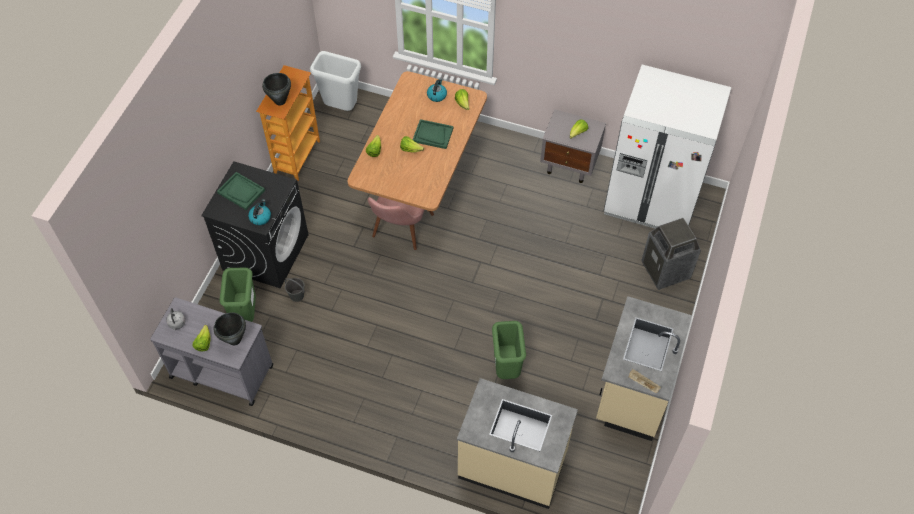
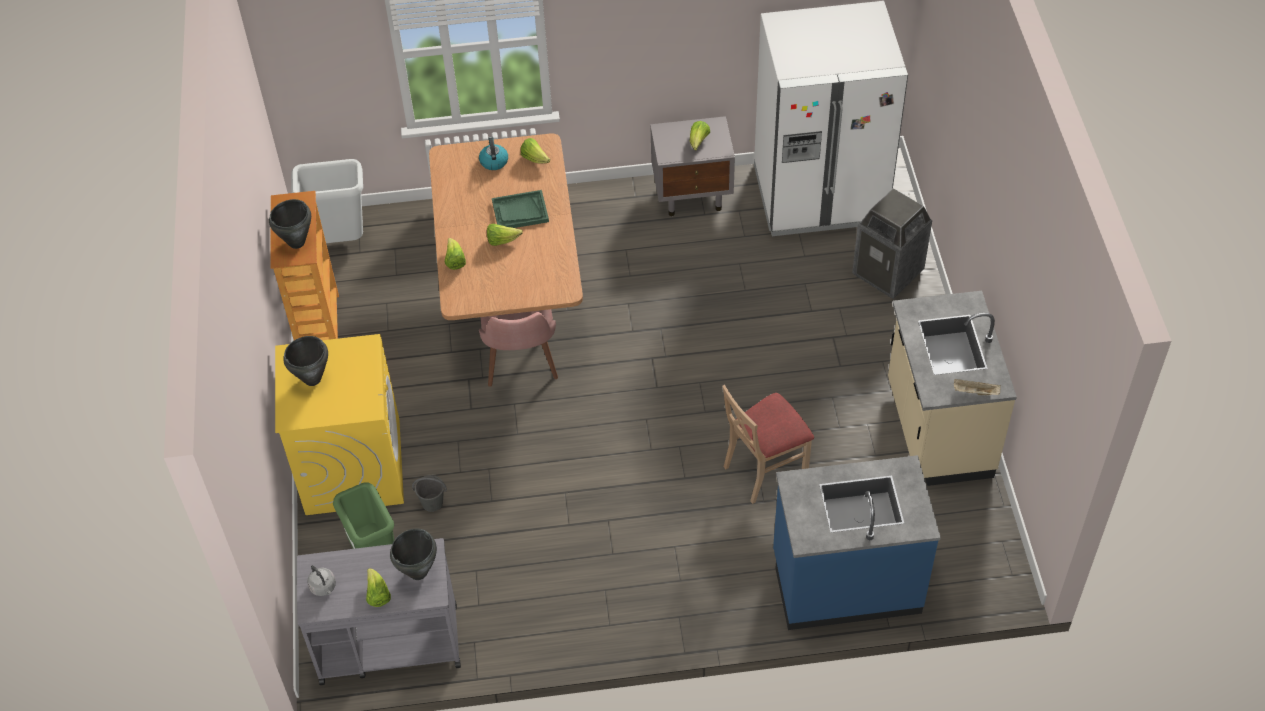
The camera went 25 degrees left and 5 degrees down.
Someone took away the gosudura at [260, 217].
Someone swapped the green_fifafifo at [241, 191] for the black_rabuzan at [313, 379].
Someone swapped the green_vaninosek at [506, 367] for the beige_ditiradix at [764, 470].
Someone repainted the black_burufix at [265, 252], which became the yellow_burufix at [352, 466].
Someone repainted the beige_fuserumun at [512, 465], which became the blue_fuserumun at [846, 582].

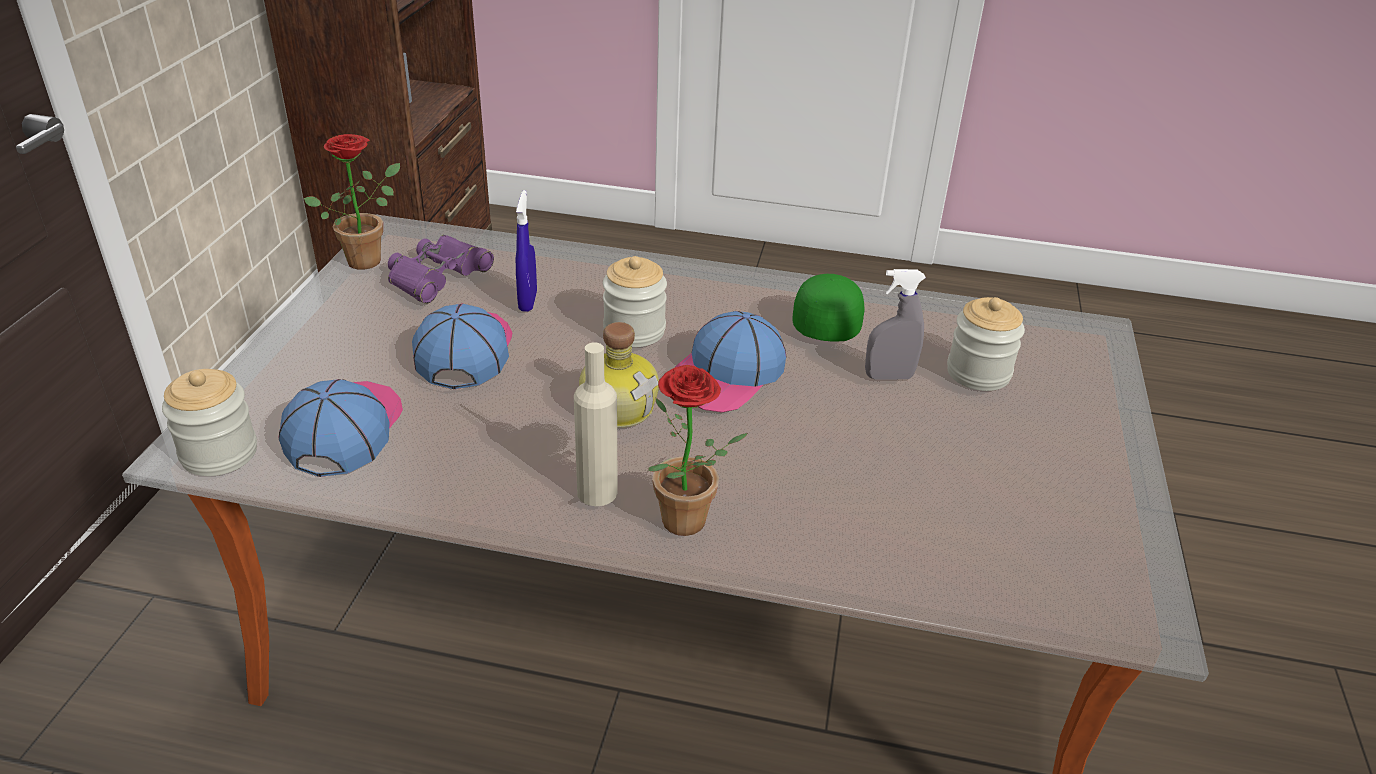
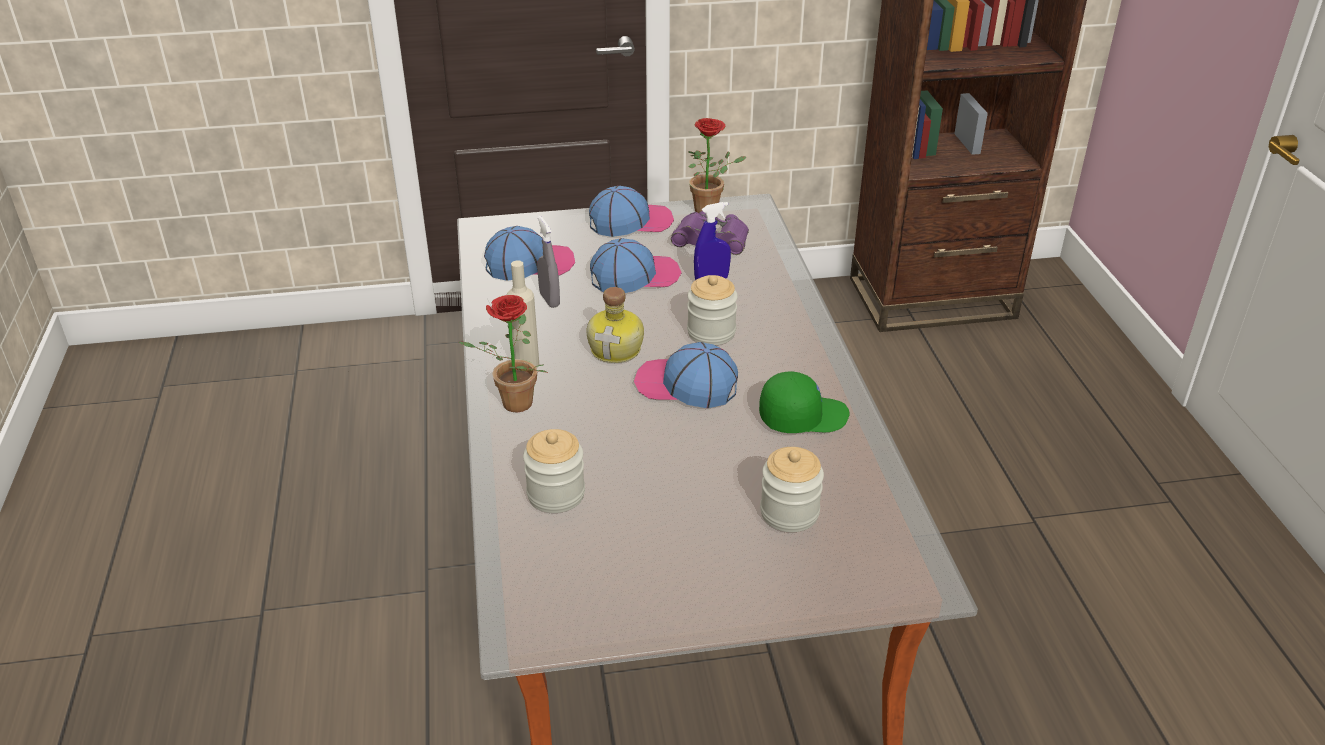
The camera went 70 degrees right and 0 degrees up.
Someone put down the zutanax at [631, 221].
Someone carried the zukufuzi from [219, 453] to [556, 494].
Someone carried the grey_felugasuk from [888, 376] to [549, 300].

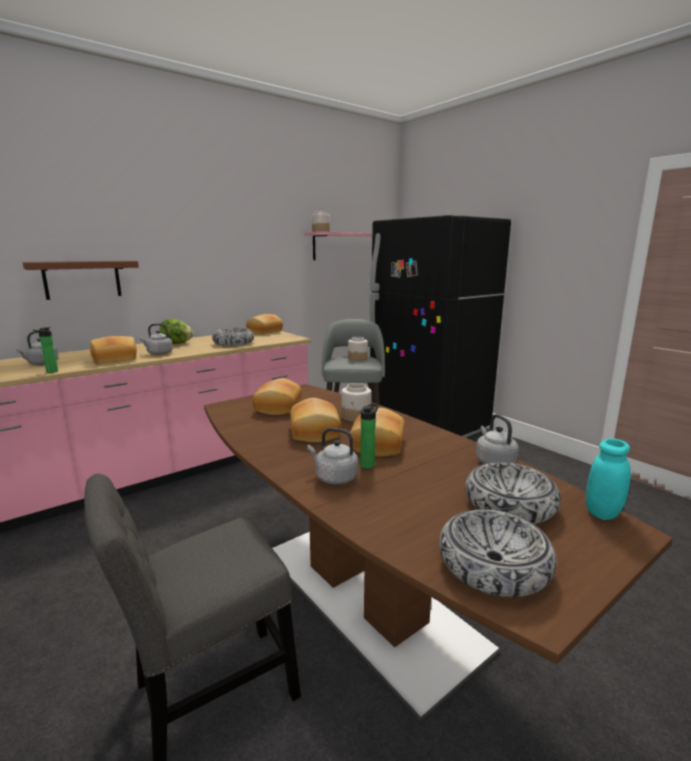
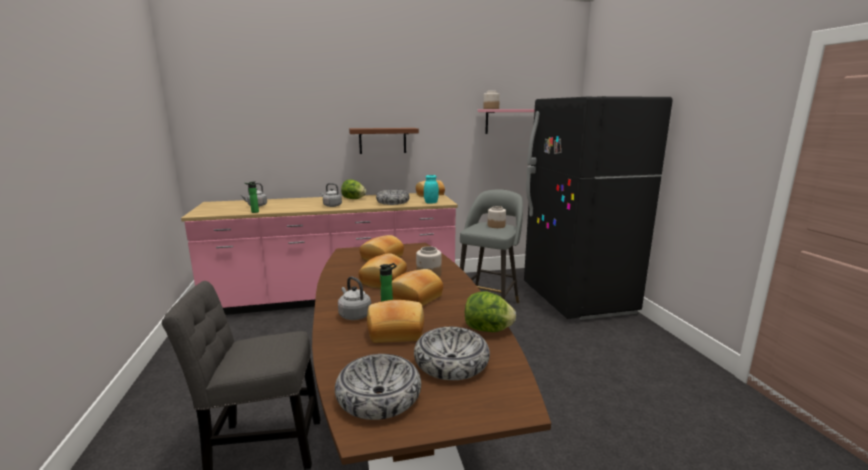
The camera went 25 degrees right and 0 degrees up.
Someone carried the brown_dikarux from [82, 279] to [382, 140].
Someone carried the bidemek from [115, 359] to [396, 331].
Someone carried the turquoise_zukufuzi from [603, 513] to [431, 202].
Someone swapped the grey_gosudura at [494, 461] for the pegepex at [488, 330].

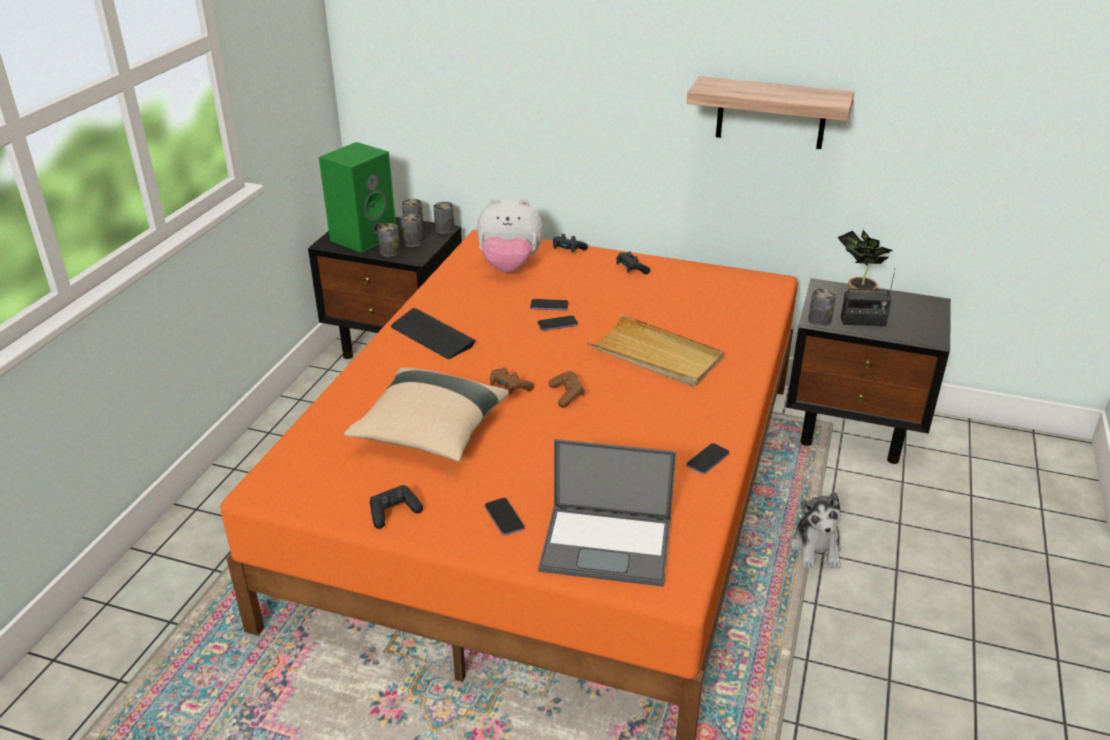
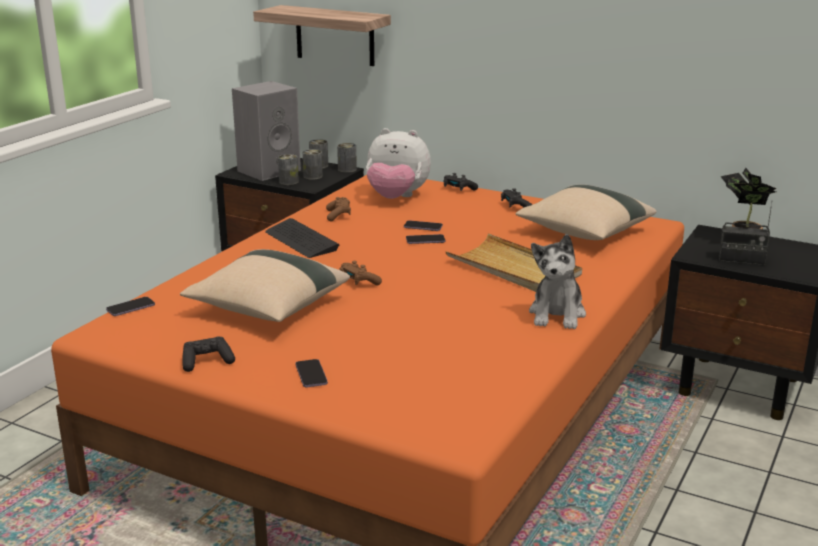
The camera went 10 degrees right and 10 degrees down.
Someone took away the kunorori at [608, 544].
Someone took away the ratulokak at [819, 320].
Someone put down the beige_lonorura at [584, 233].
Someone carried the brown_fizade from [567, 395] to [338, 215].
Someone carried the dikarux from [771, 113] to [335, 35].
Someone carried the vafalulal from [708, 460] to [130, 308].
Someone carried the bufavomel from [816, 548] to [557, 314].
Someone repainted the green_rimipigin at [363, 237], which became the grey_rimipigin at [269, 170].

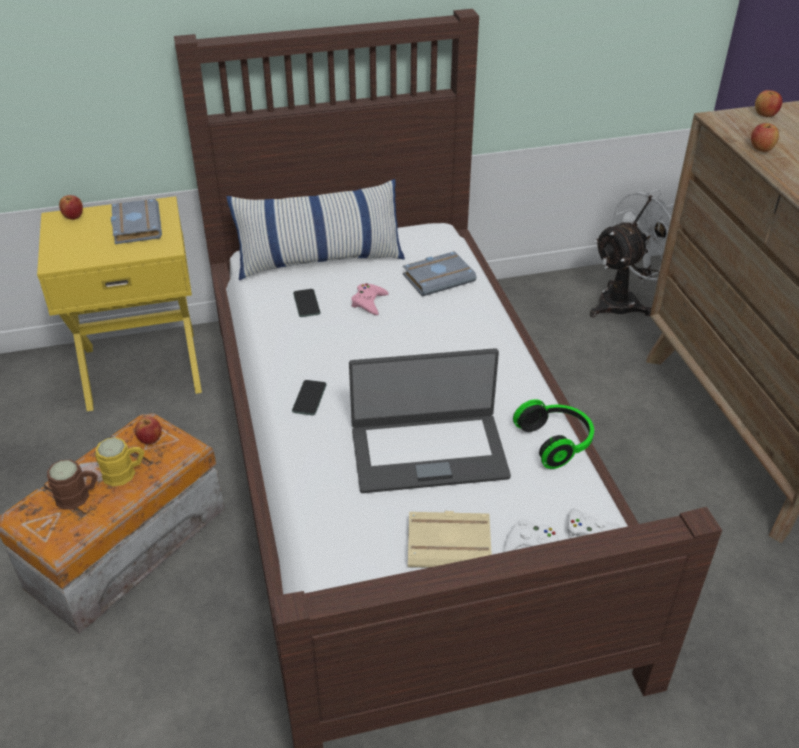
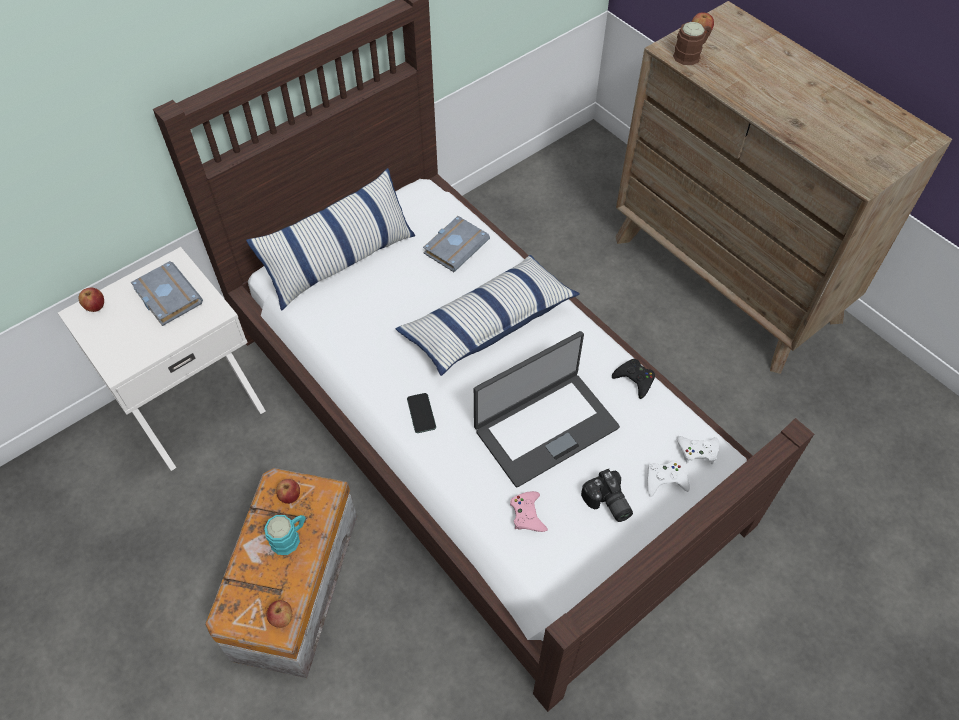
The camera went 25 degrees left and 15 degrees up.
Someone took away the vafalulal at [306, 303].
Someone took away the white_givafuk at [625, 301].
Someone put down the lonorura at [488, 323].
Someone carried the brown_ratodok from [79, 496] to [691, 54].
Someone carried the pink_fizade from [369, 302] to [527, 514].
Someone carried the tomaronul from [761, 149] to [281, 618].
Someone swapped the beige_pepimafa at [450, 544] for the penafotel at [607, 504].
Someone swapped the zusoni at [556, 442] for the black_fizade at [634, 379].
Someone repainted the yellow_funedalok at [142, 367], which became the white_funedalok at [193, 405].
Someone repainted the yellow_ratodok at [125, 473], which became the turquoise_ratodok at [290, 537].

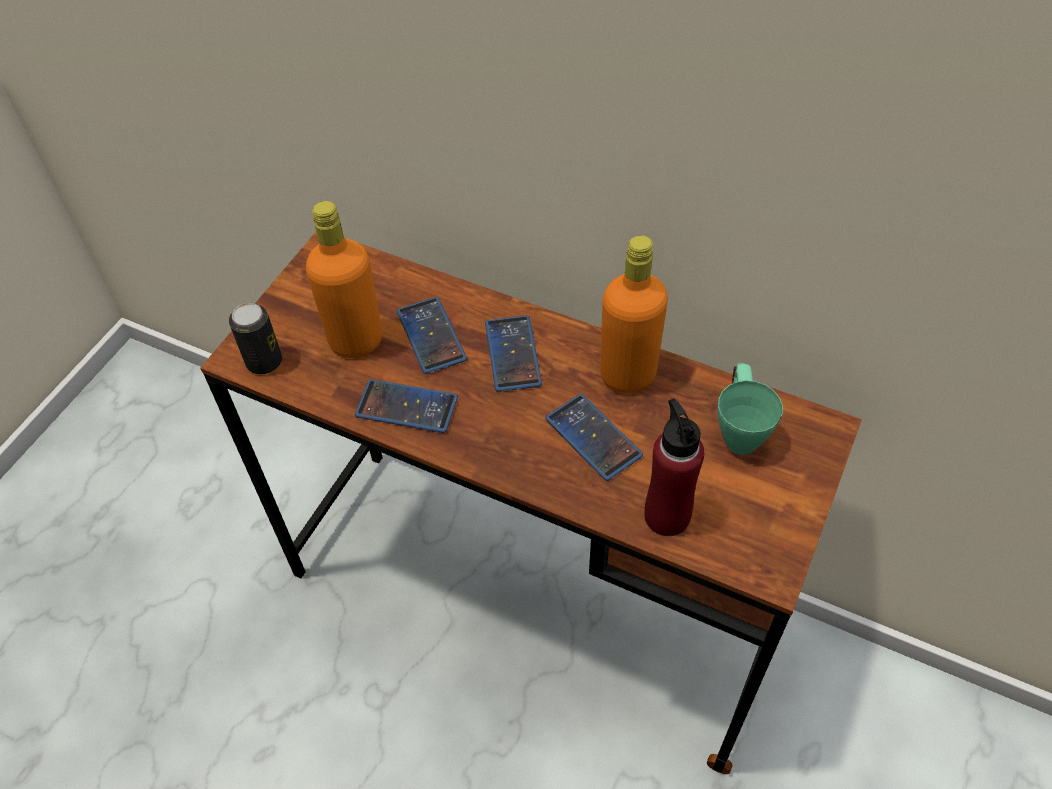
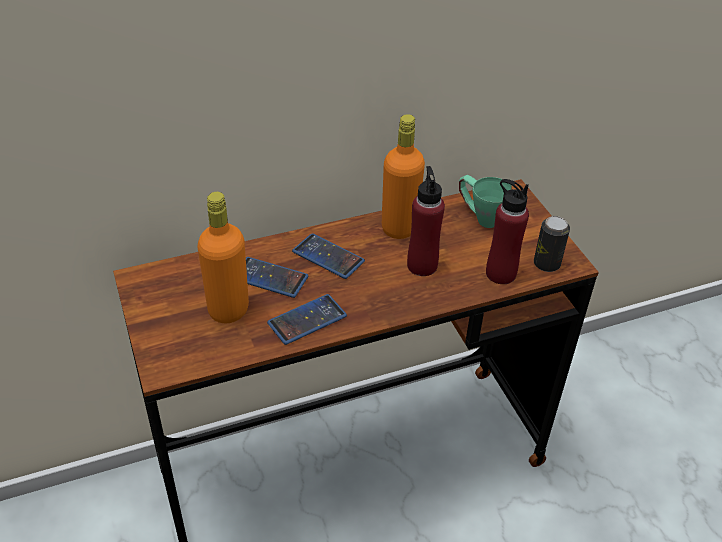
The camera went 50 degrees left and 10 degrees down.
Someone carried the ratulokak from [264, 362] to [546, 264].
Someone swapped the vafalulal at [593, 437] for the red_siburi at [422, 265].

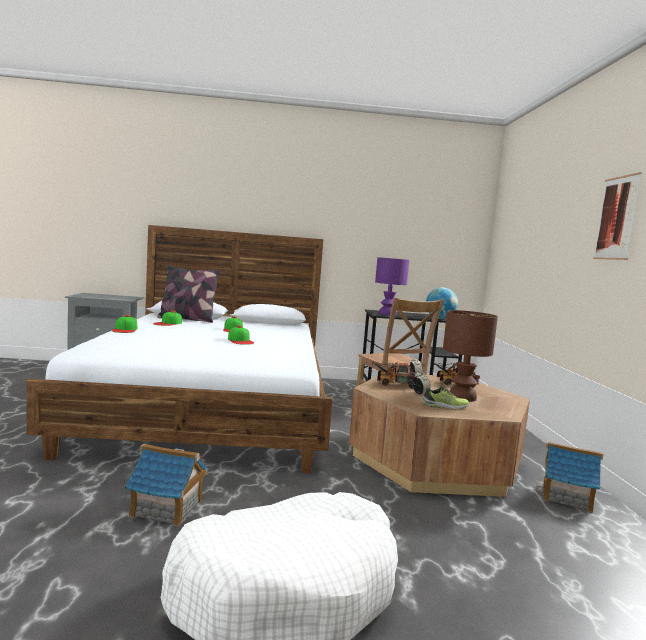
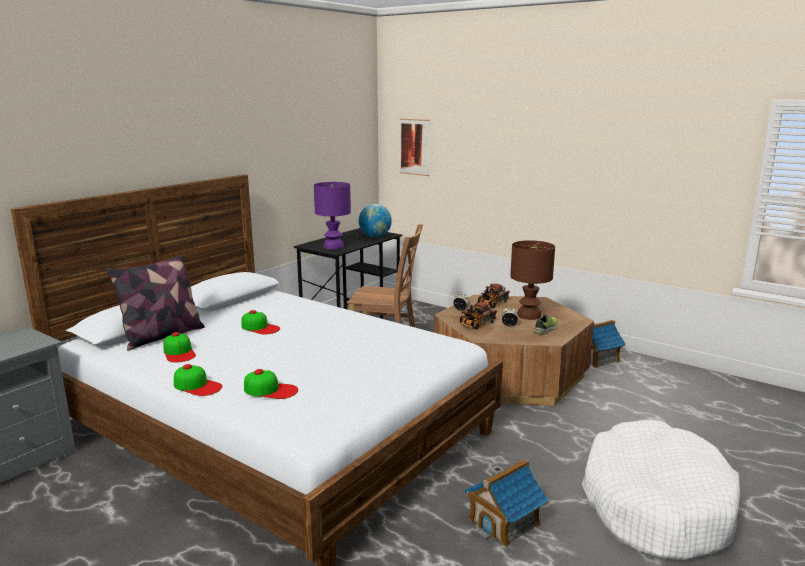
The camera went 50 degrees left and 10 degrees up.
Someone carried the zutanax from [240, 340] to [270, 390].
Someone carried the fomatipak from [616, 218] to [414, 147].

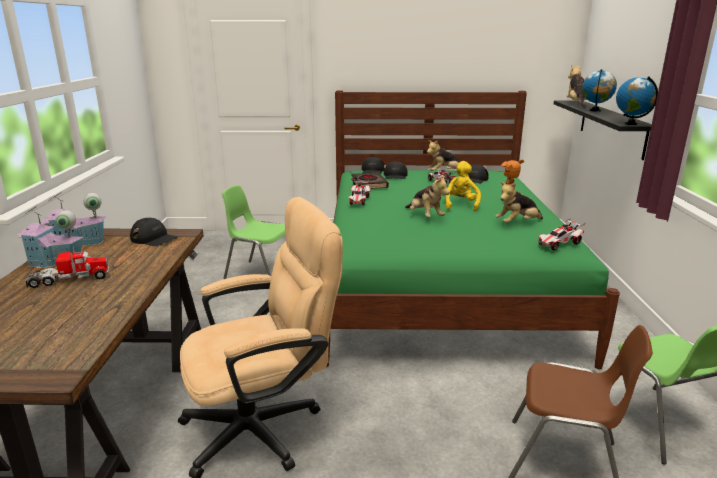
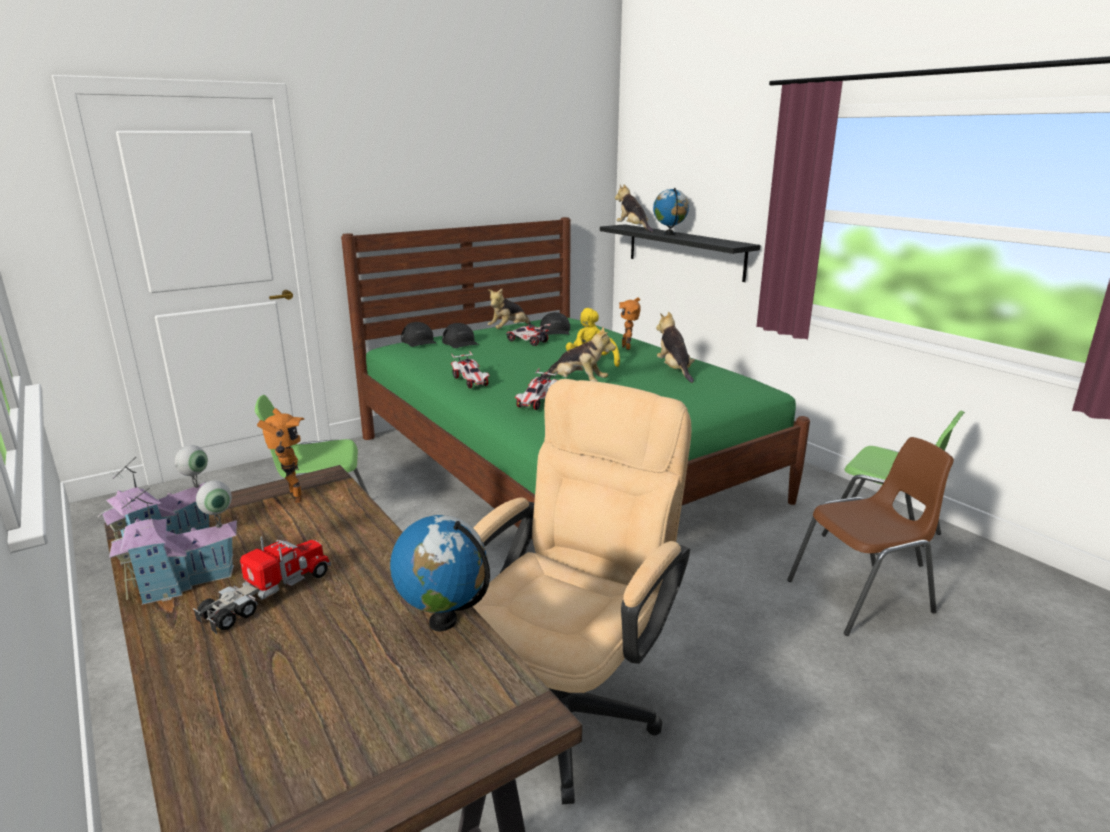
The camera went 35 degrees left and 0 degrees up.
Someone took away the black_pepimafa at [368, 184].
Someone carried the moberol from [559, 244] to [537, 402].
Someone carried the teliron from [631, 124] to [443, 621].
Someone swapped the black_zutanax at [154, 238] for the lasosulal at [291, 497].
Someone rotated the bufavomel at [517, 224] by 135 degrees clockwise.

